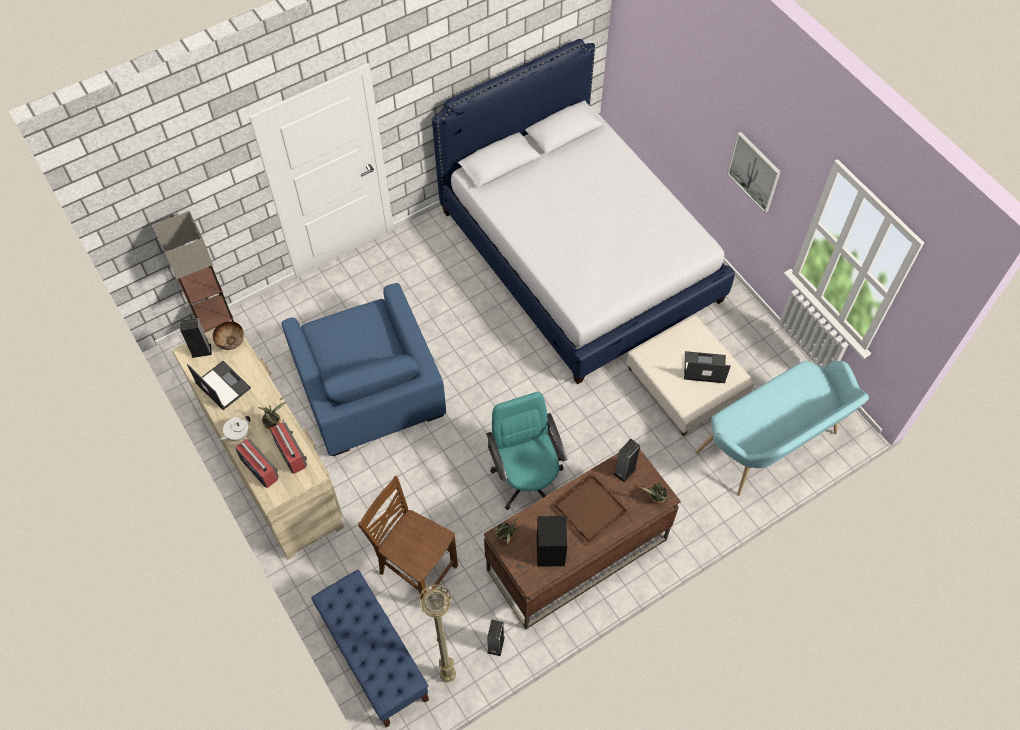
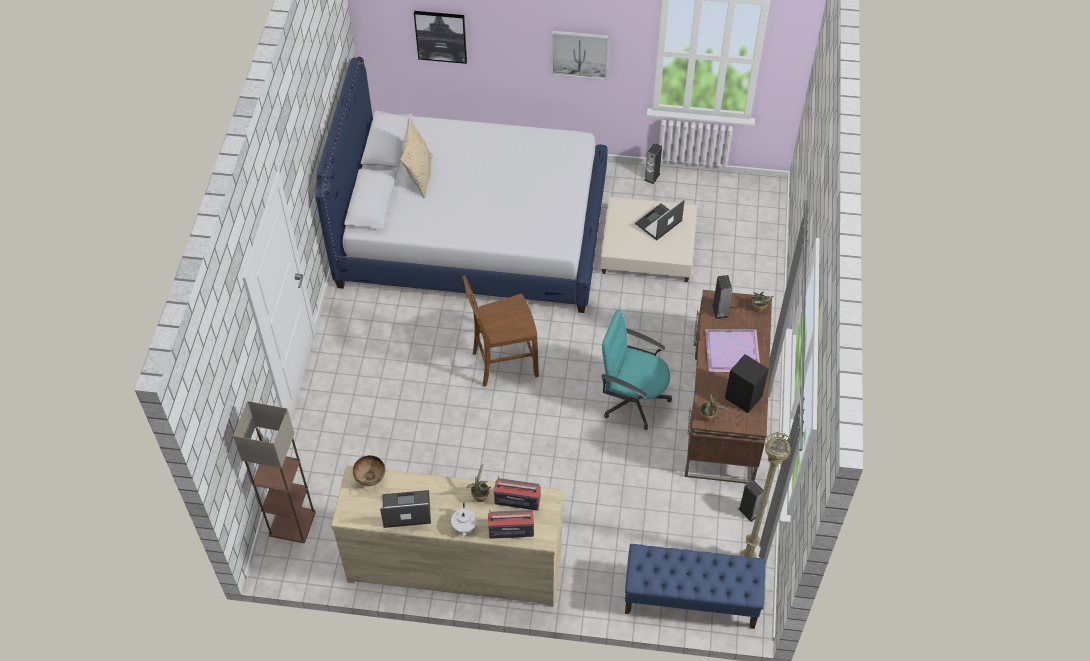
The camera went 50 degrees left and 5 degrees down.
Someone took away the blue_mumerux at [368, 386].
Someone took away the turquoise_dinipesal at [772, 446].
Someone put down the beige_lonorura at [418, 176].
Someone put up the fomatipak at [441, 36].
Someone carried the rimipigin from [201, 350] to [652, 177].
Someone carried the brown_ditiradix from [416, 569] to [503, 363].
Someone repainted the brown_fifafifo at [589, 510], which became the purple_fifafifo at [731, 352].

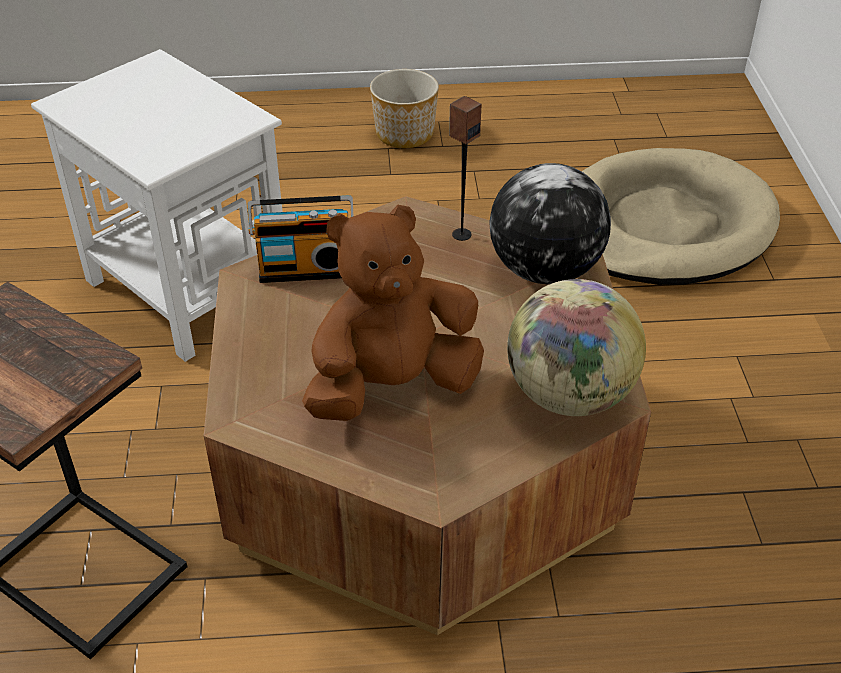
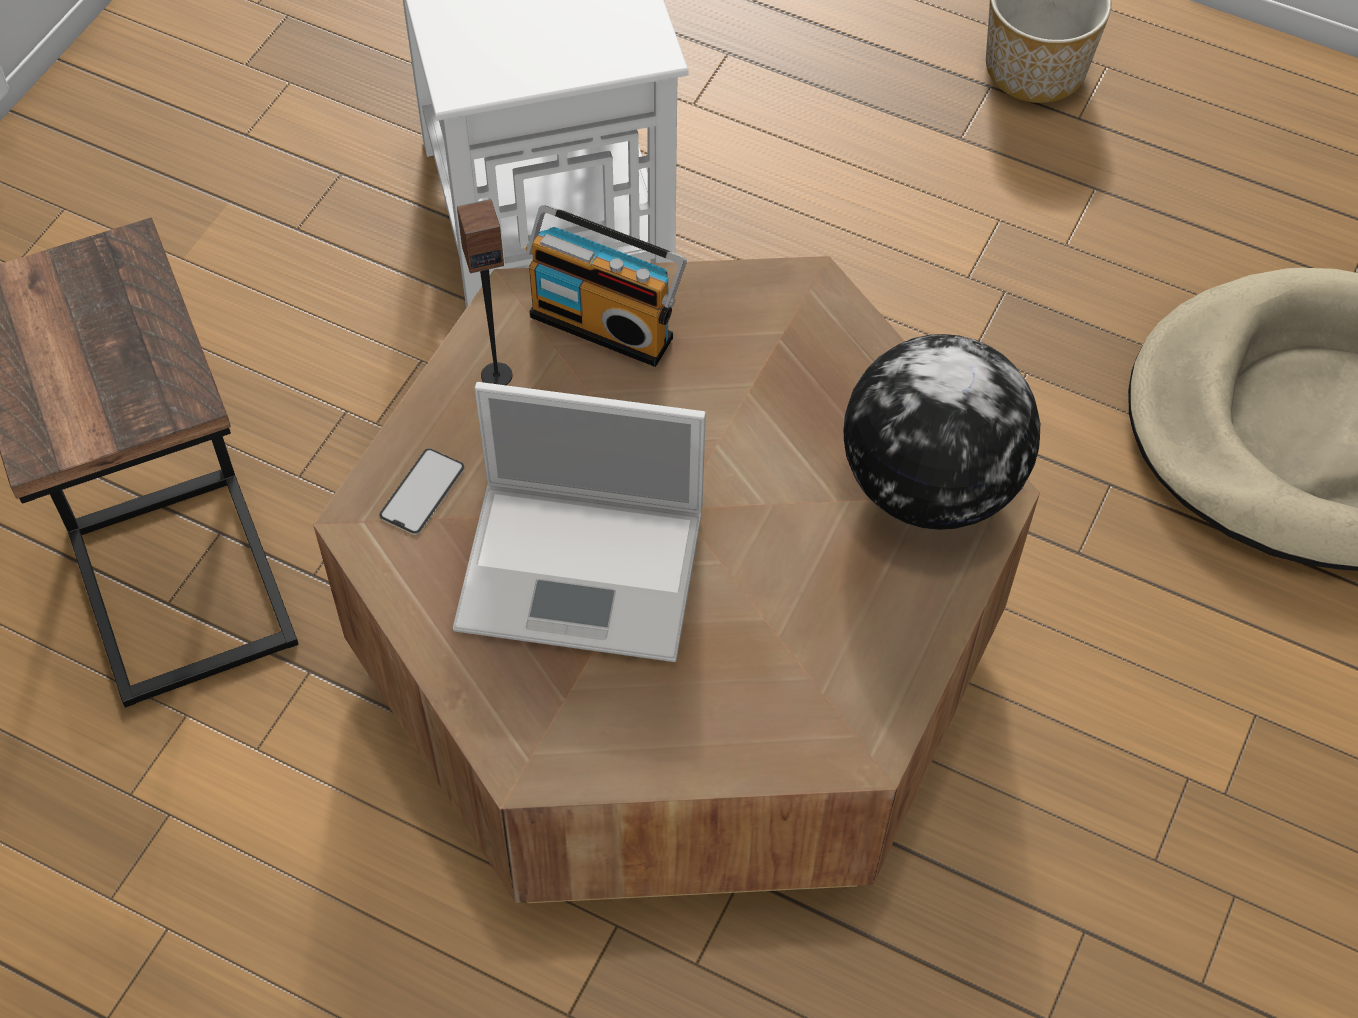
The camera went 30 degrees right and 15 degrees up.
Someone took away the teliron at [569, 395].
Someone put down the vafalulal at [422, 492].
Someone carried the rimipigin from [461, 234] to [496, 375].
Someone swapped the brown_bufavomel at [392, 386] for the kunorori at [585, 570].

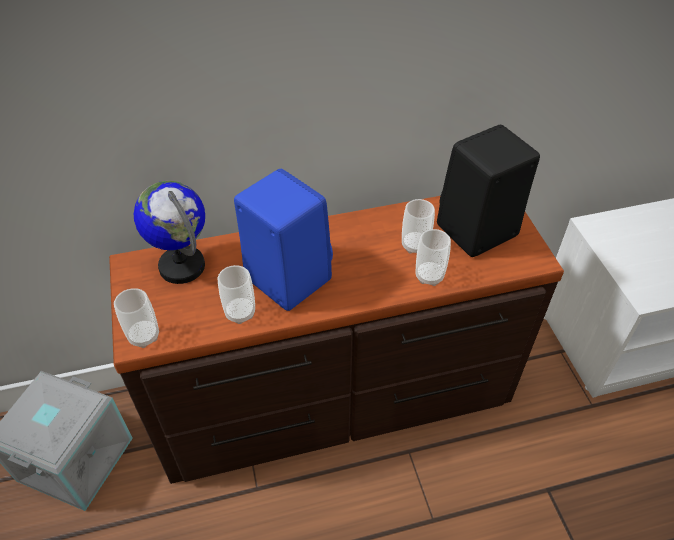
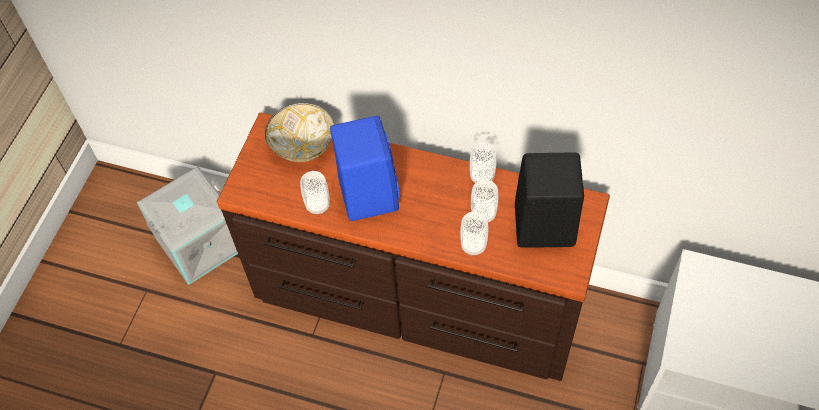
The camera went 35 degrees right and 10 degrees up.
Someone carried the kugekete from [144, 336] to [482, 176].
Someone swapped the teliron at [182, 266] for the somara at [302, 146].

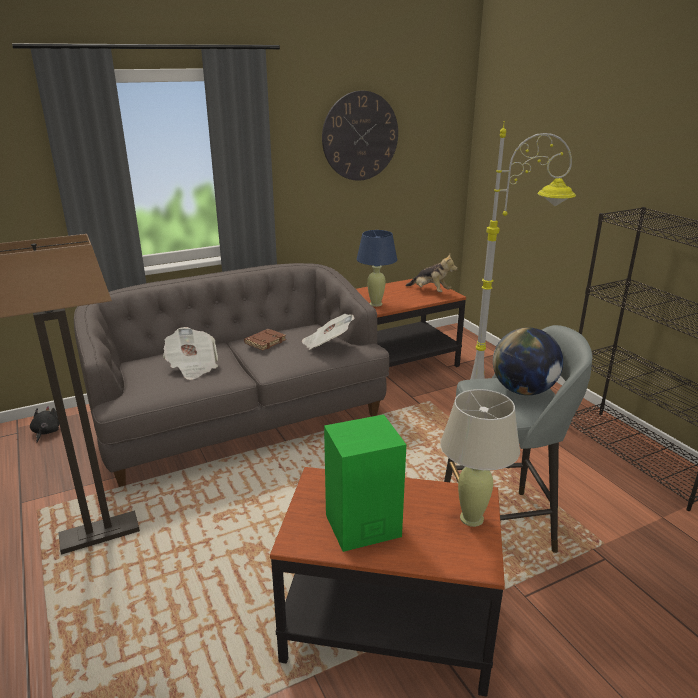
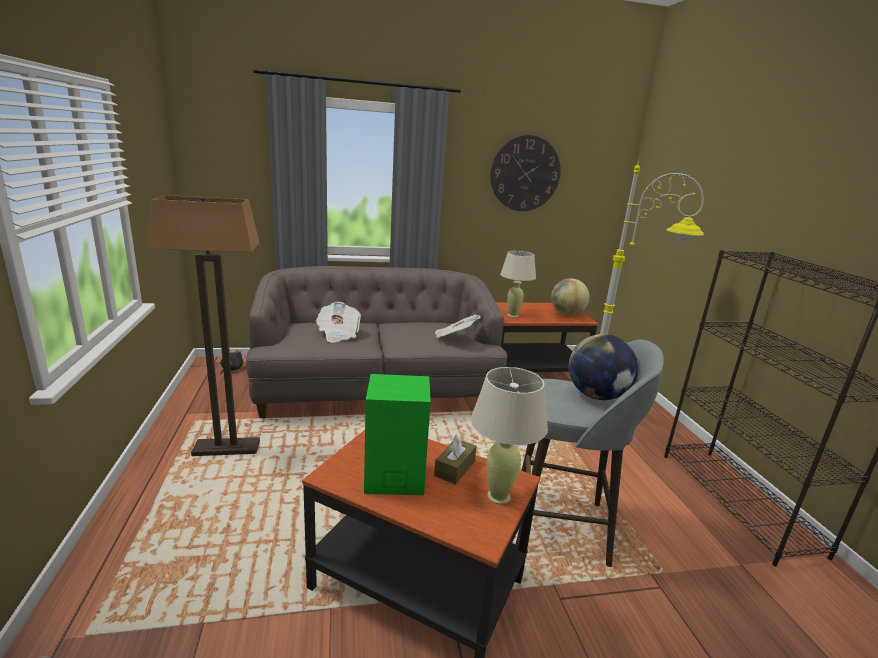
The camera went 15 degrees right and 5 degrees down.
Someone took away the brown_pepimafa at [265, 342].
Someone put down the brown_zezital at [454, 468].
Someone swapped the bufavomel at [430, 291] for the teliron at [567, 314].
Someone repainted the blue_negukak at [376, 304], which became the beige_negukak at [513, 315].

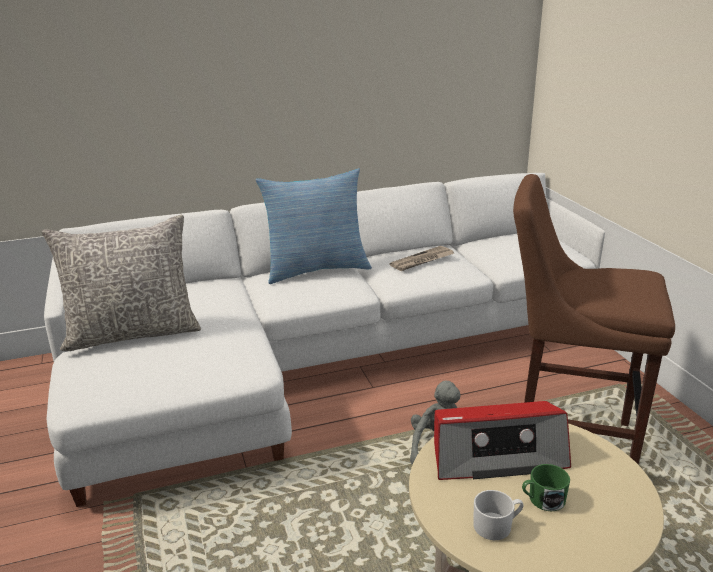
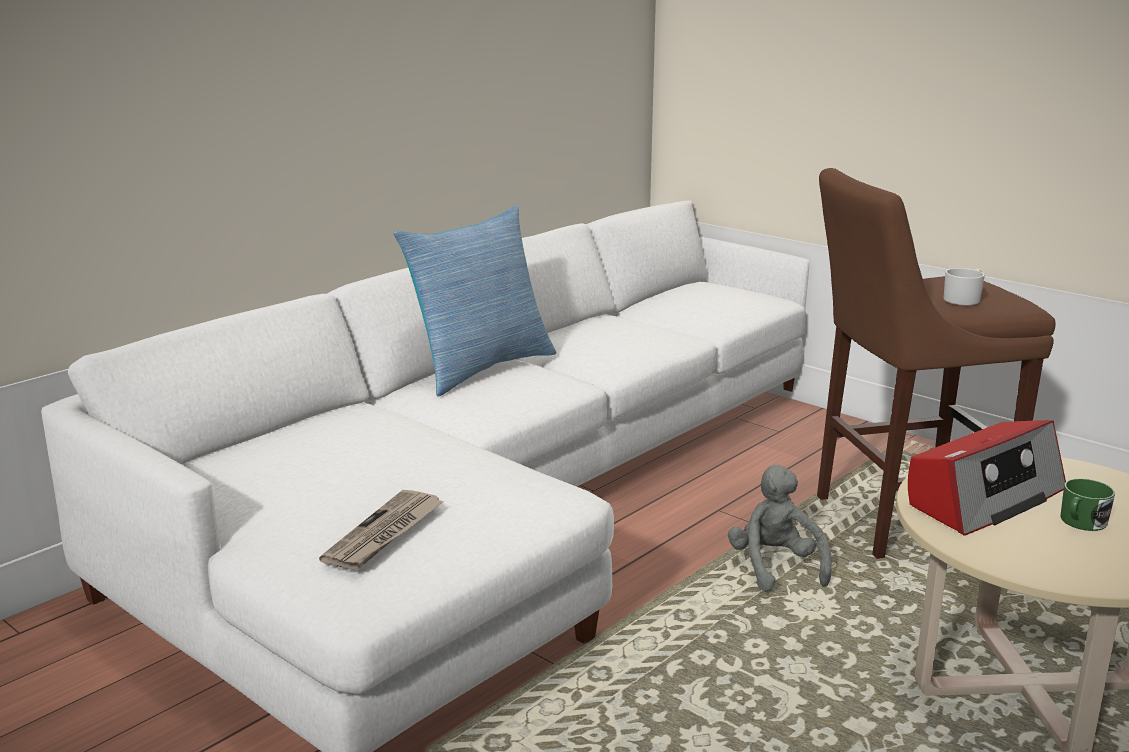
The camera went 30 degrees left and 5 degrees down.
Someone took away the grey_lonorura at [133, 333].
Someone carried the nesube from [422, 261] to [384, 534].
Someone carried the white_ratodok from [497, 526] to [964, 299].

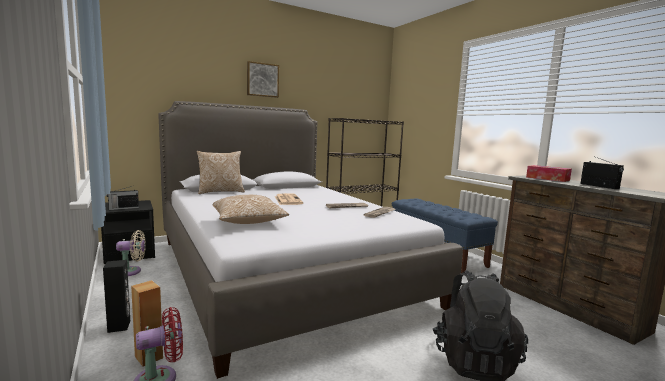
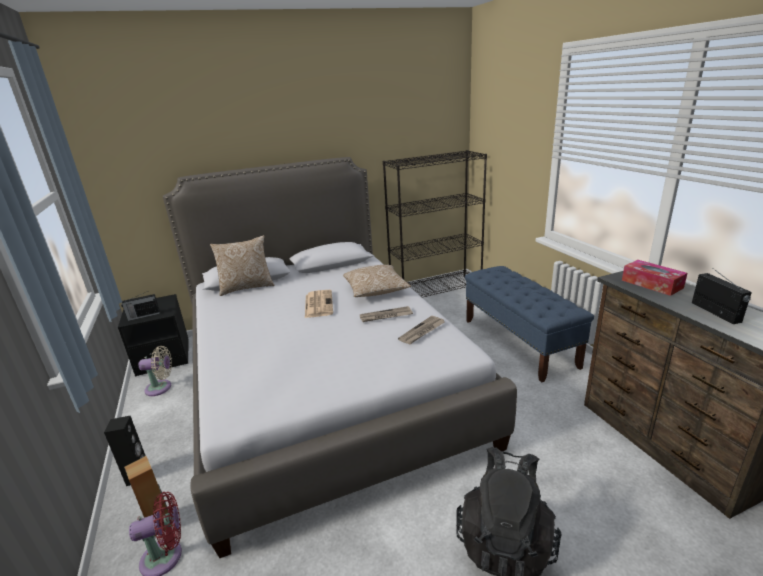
The camera went 10 degrees right and 15 degrees up.
Someone took away the fomatipak at [262, 80].
Someone carried the lonorura from [248, 222] to [376, 291].

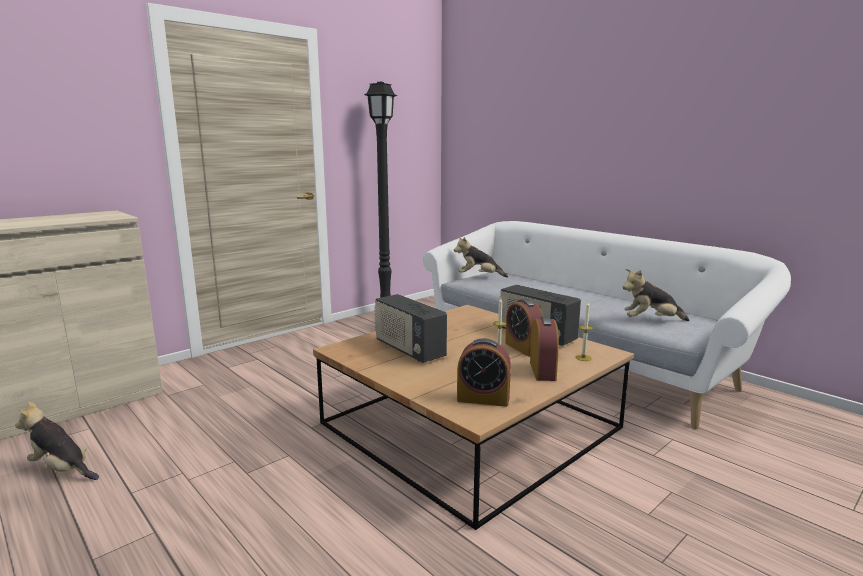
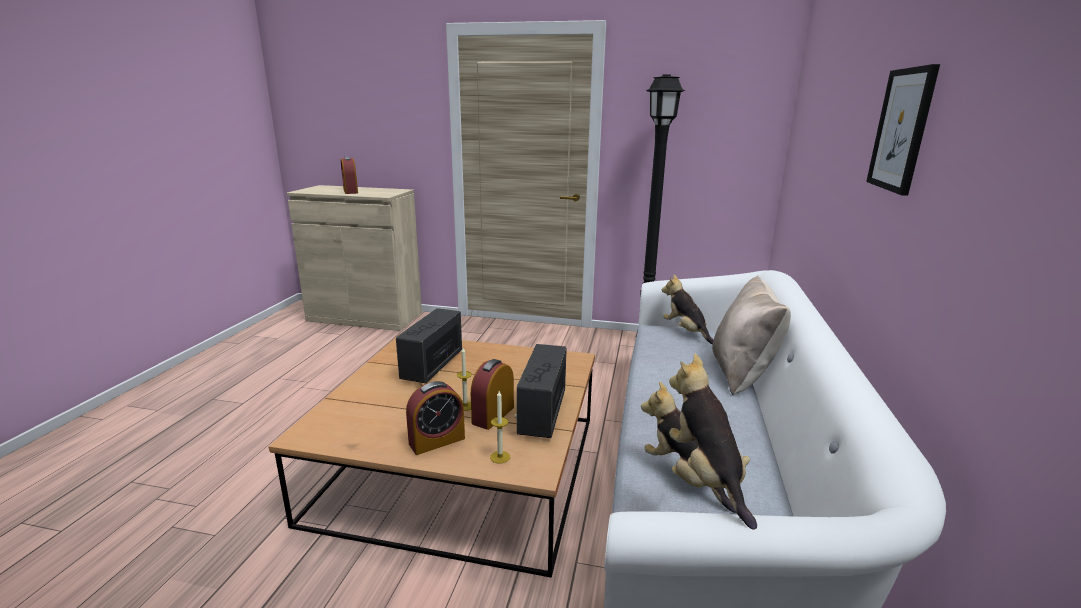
The camera went 55 degrees right and 5 degrees up.
Someone put down the beige_lonorura at [742, 373].
Someone put up the fomatipak at [902, 130].
Someone carried the bufavomel from [62, 470] to [706, 475].
Someone carried the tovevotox from [483, 399] to [350, 191].

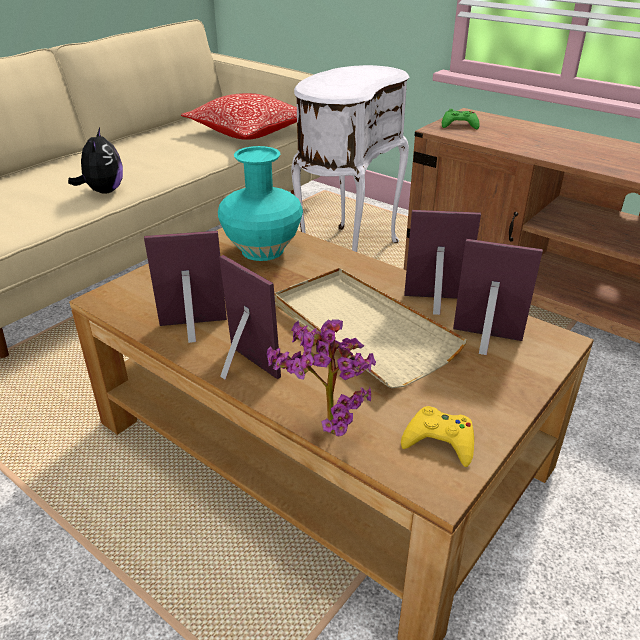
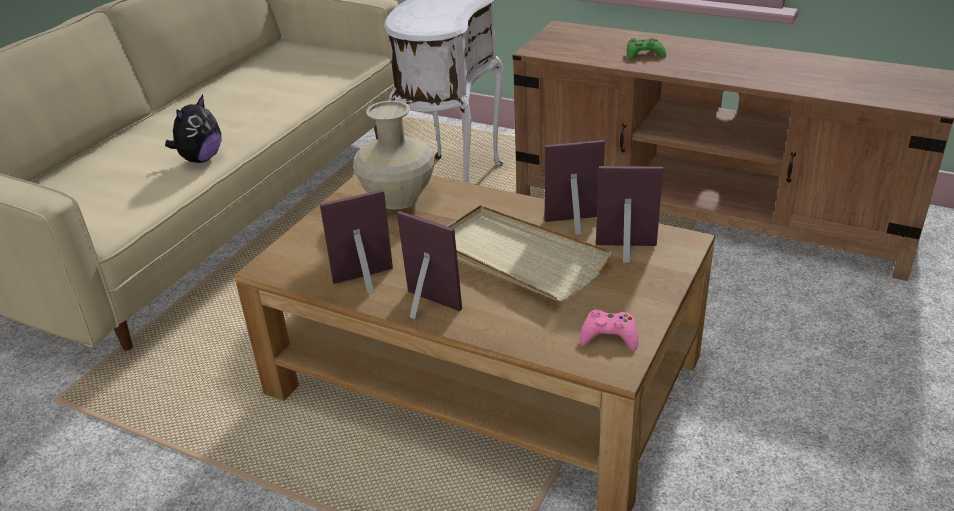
The camera went 10 degrees left and 0 degrees up.
Someone took away the lonorura at [249, 132].
Someone took away the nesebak at [324, 428].
Someone carried the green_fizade from [459, 124] to [644, 54].
Someone repainted the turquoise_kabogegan at [261, 250], which became the beige_kabogegan at [397, 199].
Someone repainted the yellow_fizade at [440, 441], which became the pink_fizade at [609, 336].
Someone rotated the bufavomel at [103, 191] by 45 degrees clockwise.

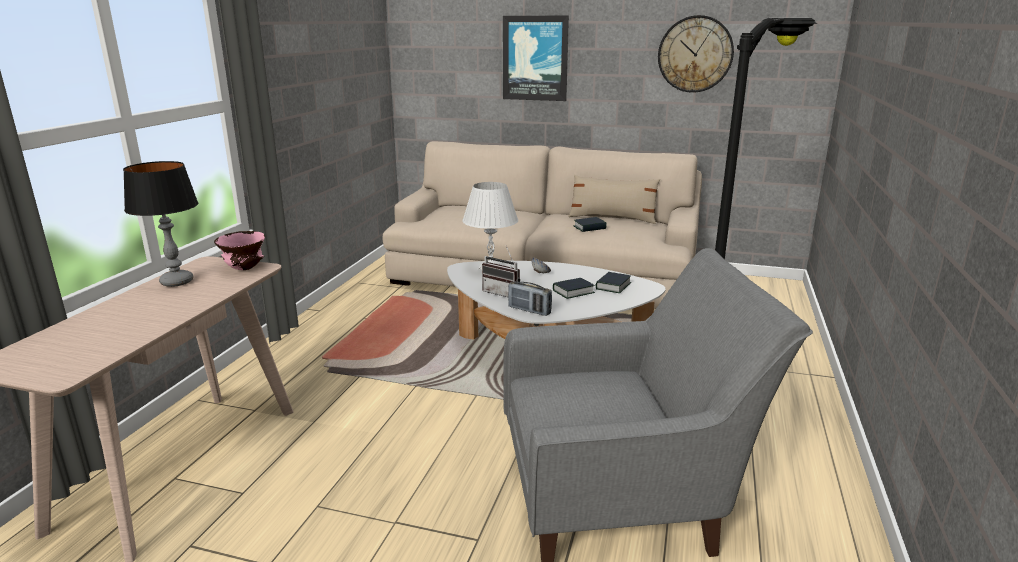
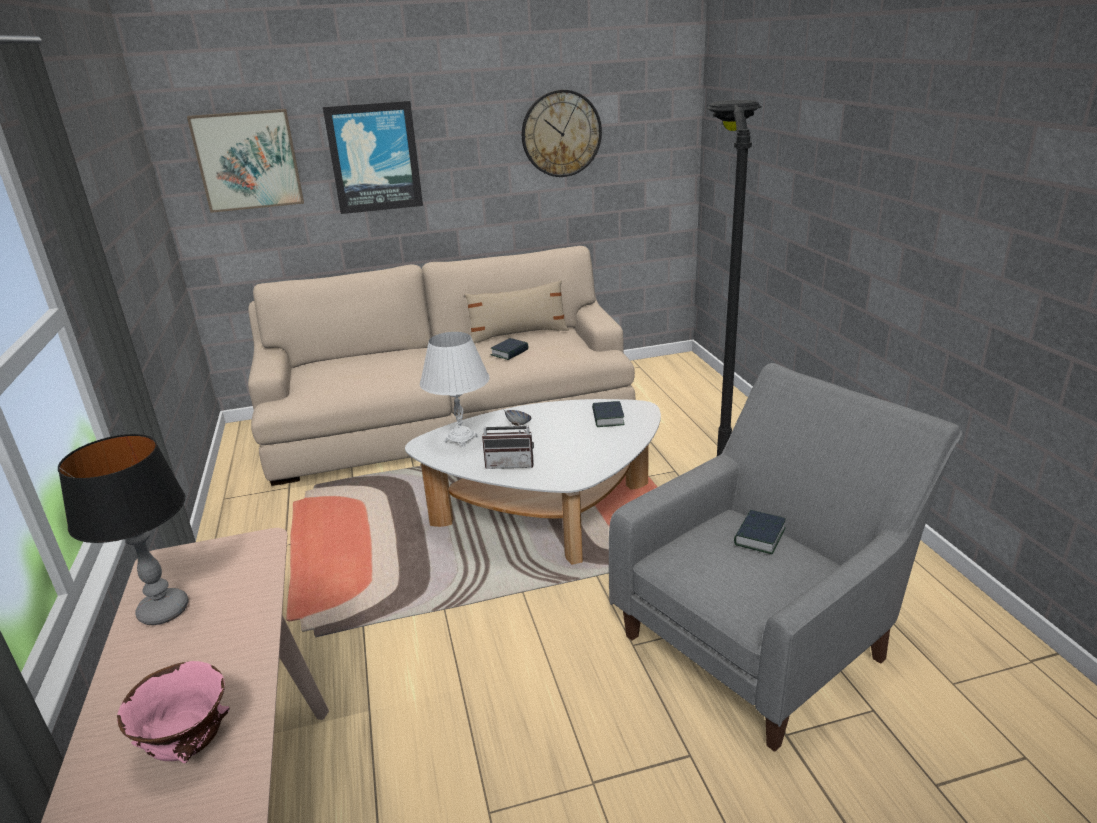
The camera went 30 degrees left and 5 degrees up.
Someone took away the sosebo at [529, 310].
Someone put up the fomatipak at [248, 160].
Someone carried the pink_somara from [244, 269] to [190, 746].
Someone carried the pepimafa from [573, 292] to [759, 536].

